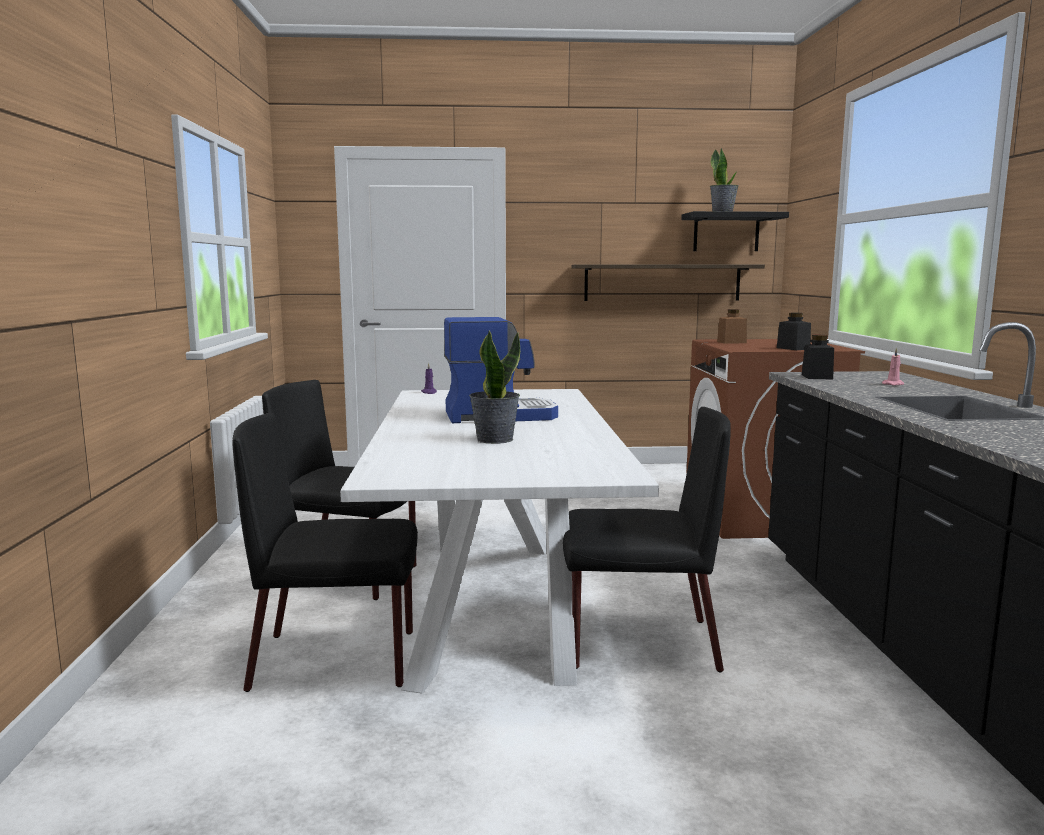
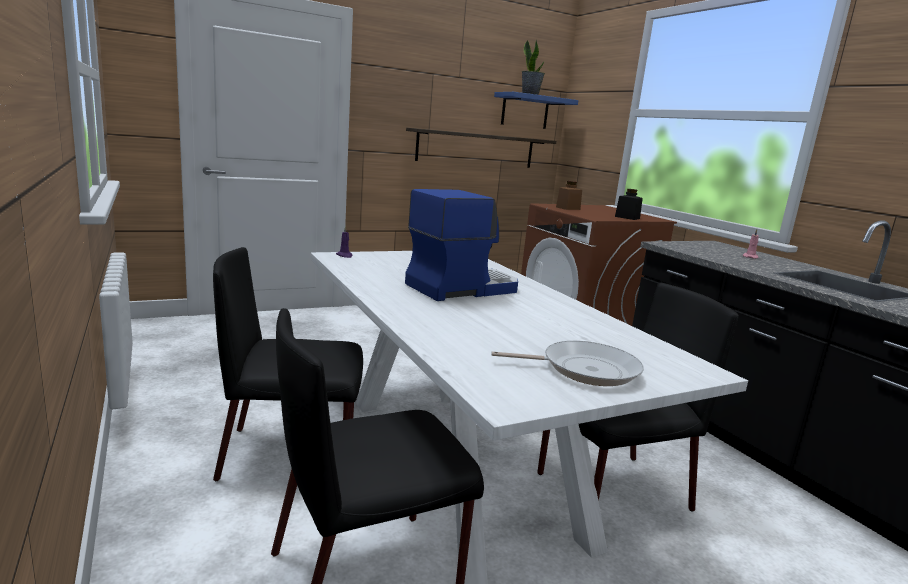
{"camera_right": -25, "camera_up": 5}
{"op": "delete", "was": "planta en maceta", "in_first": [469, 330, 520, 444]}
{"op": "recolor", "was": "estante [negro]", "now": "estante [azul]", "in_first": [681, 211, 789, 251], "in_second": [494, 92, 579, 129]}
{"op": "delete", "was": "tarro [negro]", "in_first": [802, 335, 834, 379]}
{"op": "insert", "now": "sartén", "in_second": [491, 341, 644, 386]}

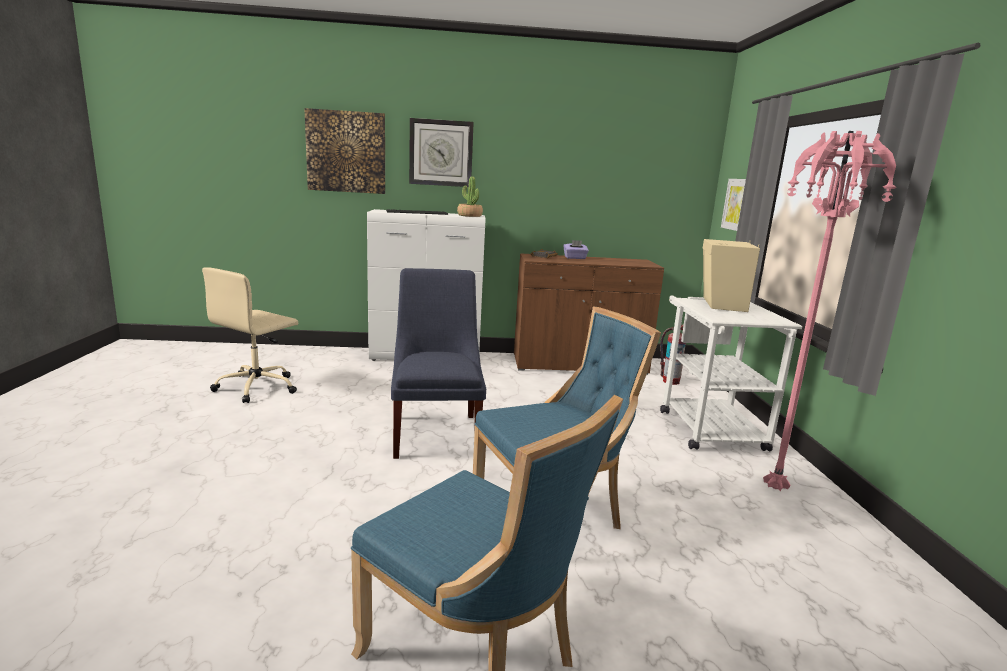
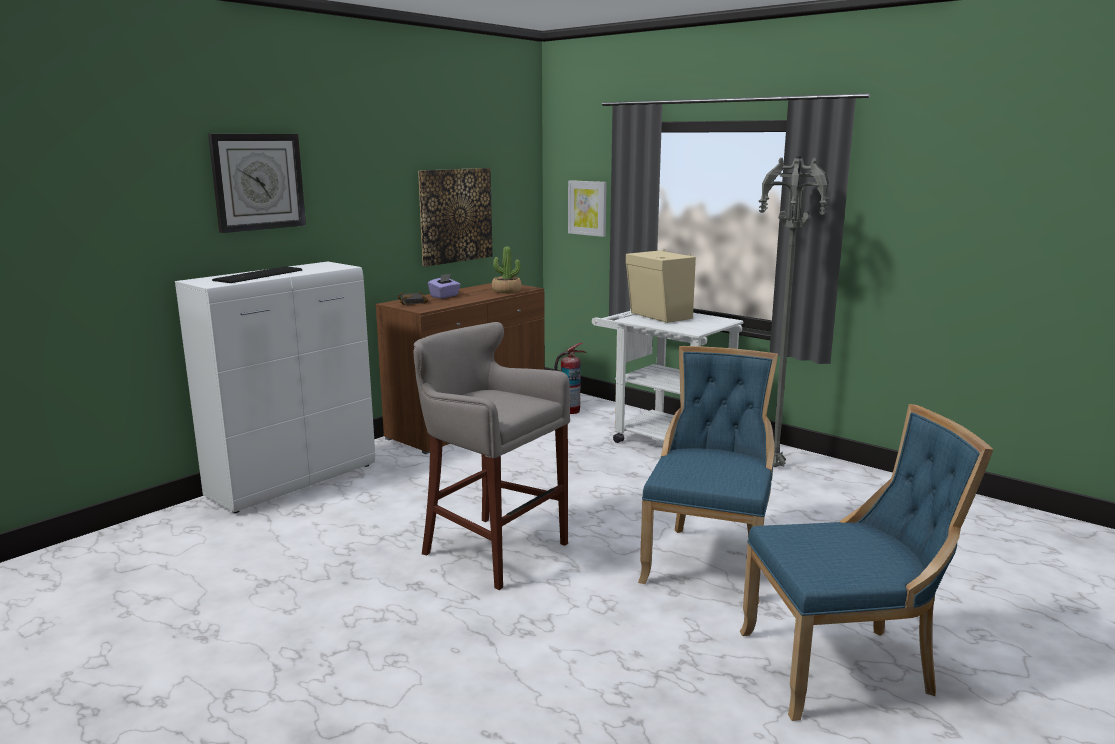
{"camera_right": -45, "camera_up": 0}
{"op": "delete", "was": "silla de oficina [beis]", "in_first": [202, 267, 298, 403]}
{"op": "move", "was": "cuadro", "in_first": [304, 108, 385, 194], "in_second": [418, 168, 493, 266]}
{"op": "replace", "was": "silla [azul]", "now": "taburete [gris]", "in_first": [391, 268, 486, 459], "in_second": [413, 322, 570, 590]}
{"op": "move", "was": "planta en maceta", "in_first": [457, 177, 483, 217], "in_second": [492, 246, 522, 293]}
{"op": "recolor", "was": "lámpara de pie [rosa]", "now": "lámpara de pie [gris]", "in_first": [763, 131, 896, 491], "in_second": [759, 156, 829, 467]}

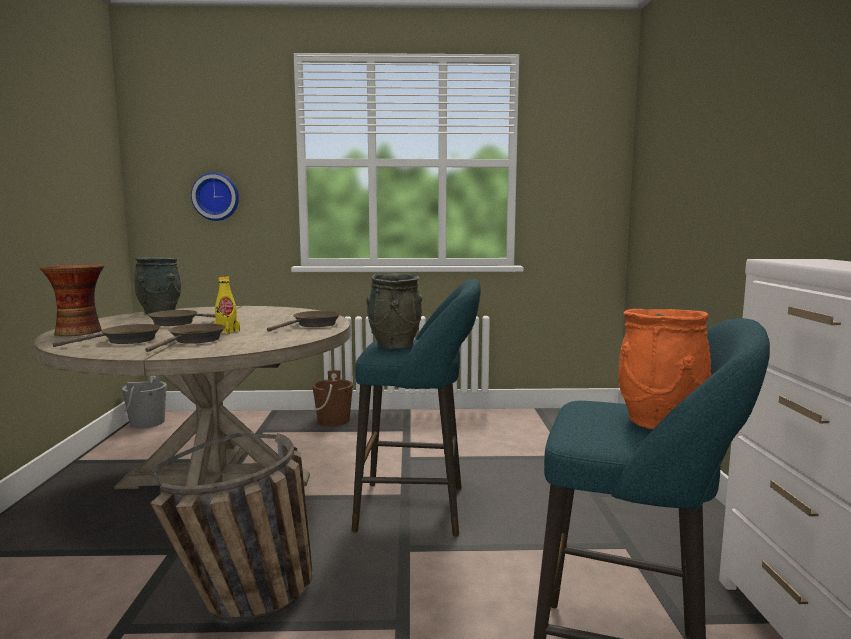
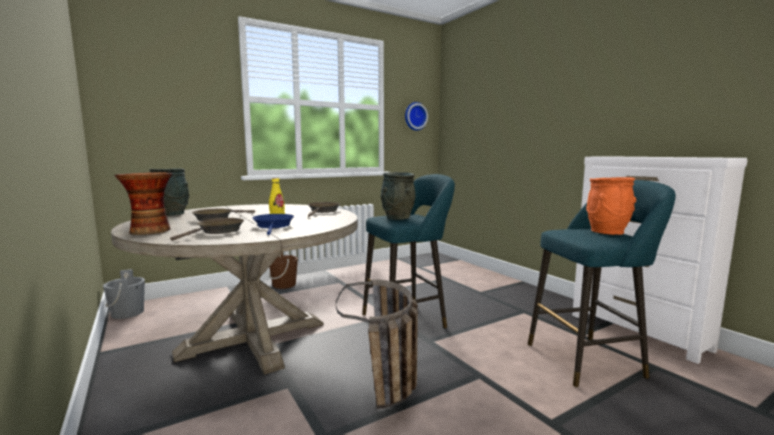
{"camera_right": -30, "camera_up": 0}
{"op": "recolor", "was": "sartén [marrón]", "now": "sartén [azul]", "in_first": [145, 323, 226, 352], "in_second": [252, 214, 294, 235]}
{"op": "move", "was": "reloj de pared", "in_first": [191, 172, 239, 221], "in_second": [405, 102, 428, 131]}

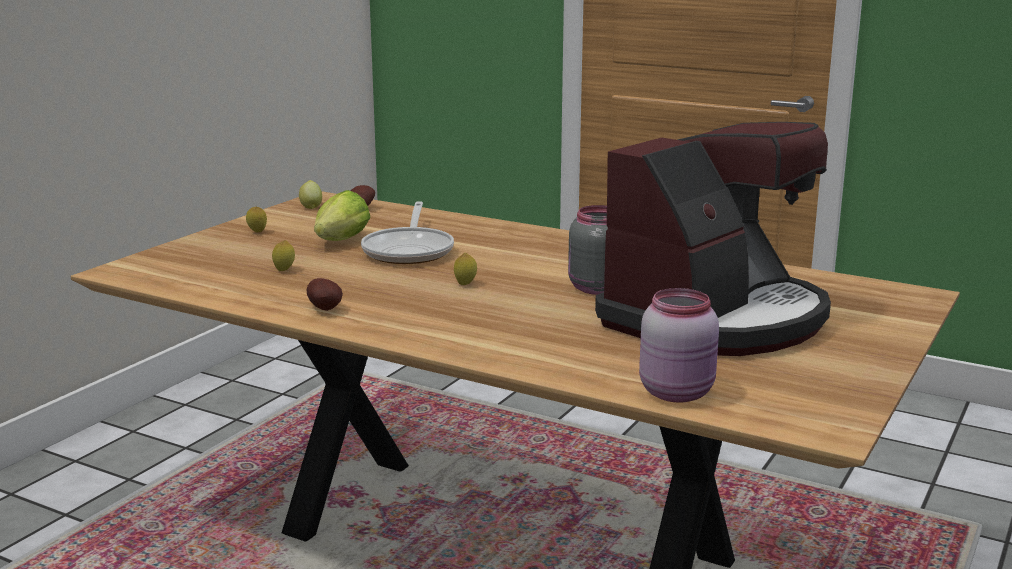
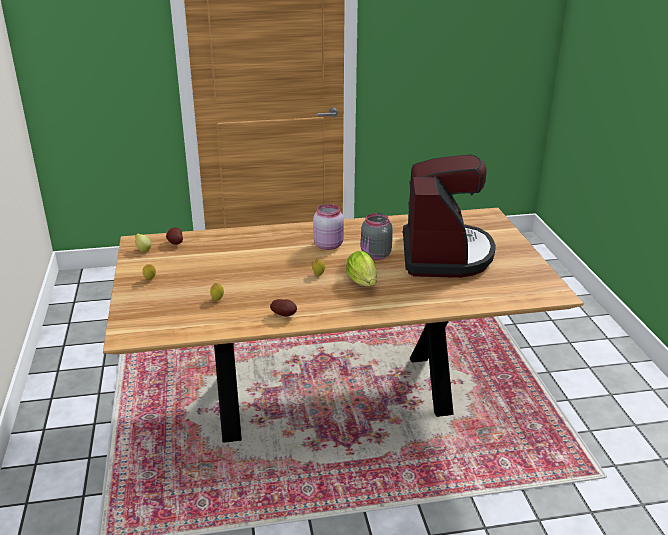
{"camera_right": -40, "camera_up": 10}
{"op": "move", "was": "lechuga", "in_first": [314, 190, 370, 241], "in_second": [346, 251, 377, 286]}
{"op": "delete", "was": "sartén", "in_first": [361, 201, 454, 264]}
{"op": "move", "was": "tarro [rosa]", "in_first": [639, 288, 719, 403], "in_second": [313, 204, 344, 250]}

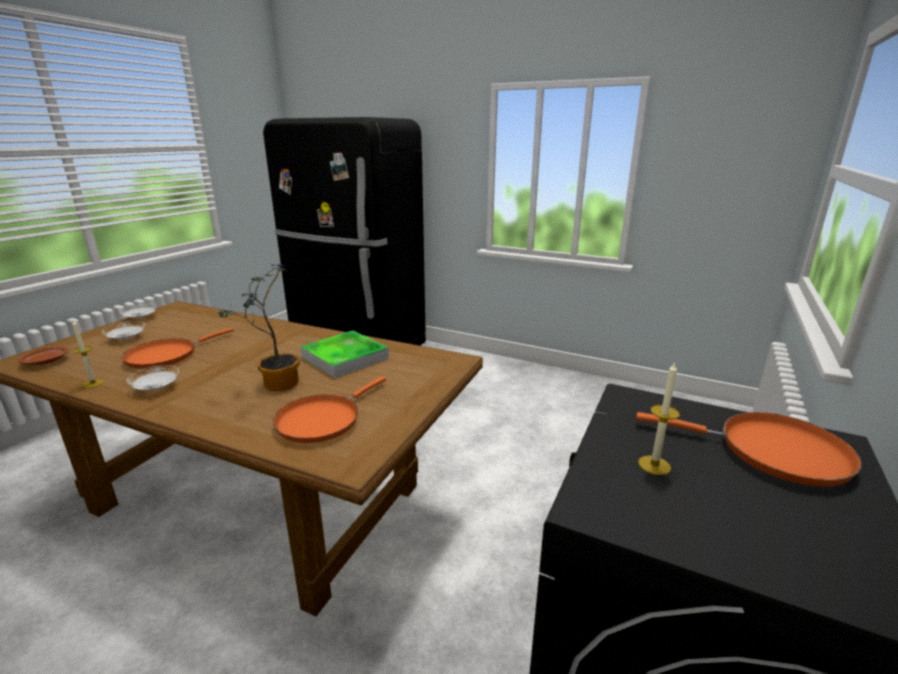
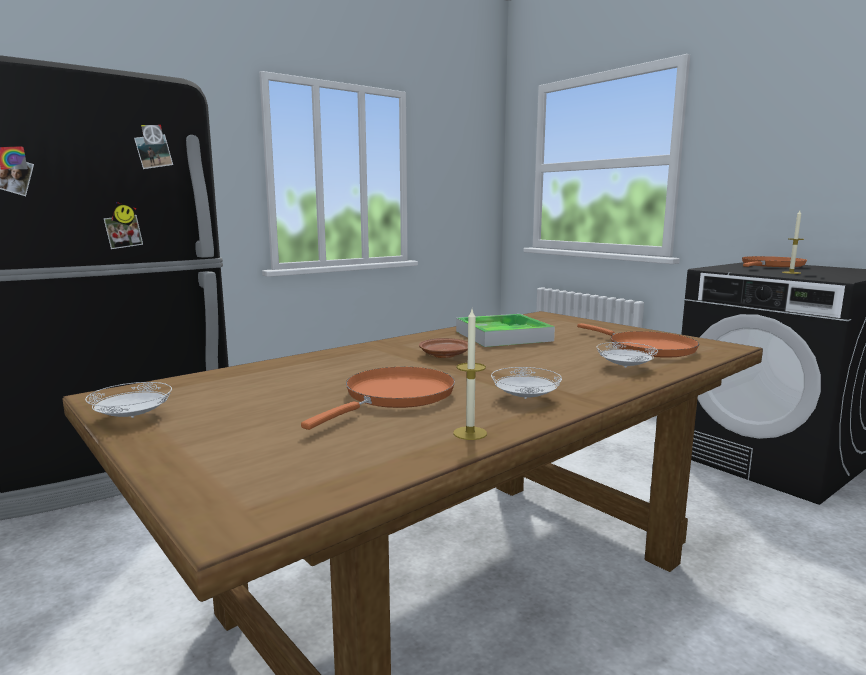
{"camera_right": -65, "camera_up": -10}
{"op": "move", "was": "plato [marrón]", "in_first": [18, 346, 69, 365], "in_second": [419, 338, 468, 358]}
{"op": "move", "was": "plato [blanco]", "in_first": [102, 321, 145, 339], "in_second": [597, 342, 658, 368]}
{"op": "rotate", "was": "sartén [naranja]", "in_first": [122, 328, 234, 369], "in_second": [301, 367, 455, 430], "clockwise": -120}
{"op": "delete", "was": "planta en maceta", "in_first": [218, 264, 300, 391]}

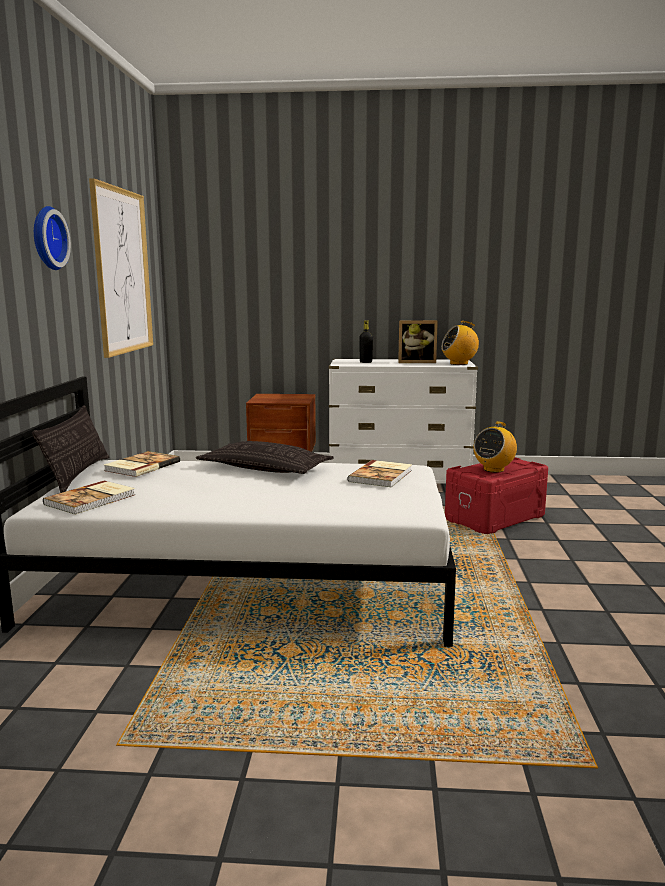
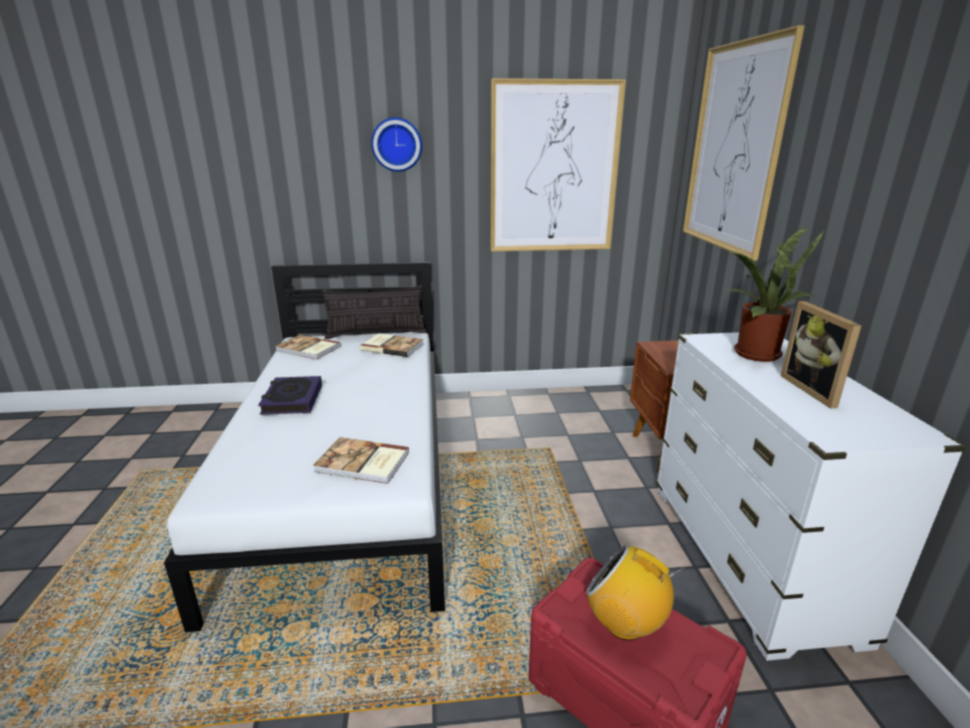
{"camera_right": 80, "camera_up": 10}
{"op": "delete", "was": "cojín", "in_first": [196, 441, 334, 474]}
{"op": "replace", "was": "botella [negro]", "now": "planta en maceta", "in_first": [359, 320, 373, 363], "in_second": [726, 227, 824, 362]}
{"op": "delete", "was": "radio", "in_first": [441, 321, 479, 365]}
{"op": "insert", "now": "libro", "in_second": [258, 376, 322, 415]}
{"op": "insert", "now": "cuadro", "in_second": [683, 25, 805, 261]}

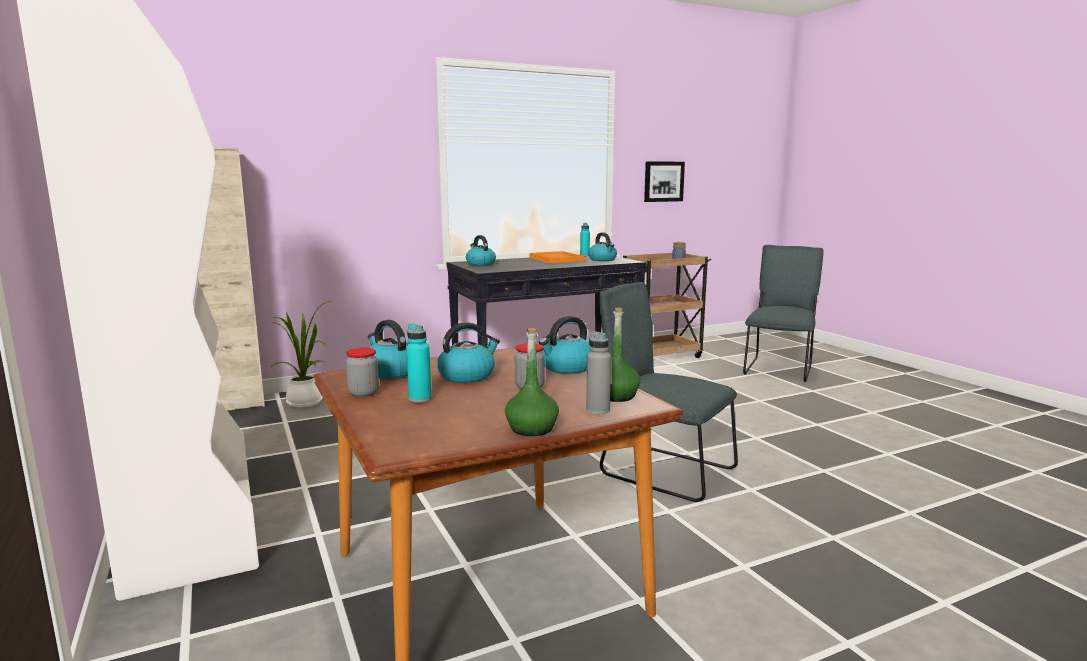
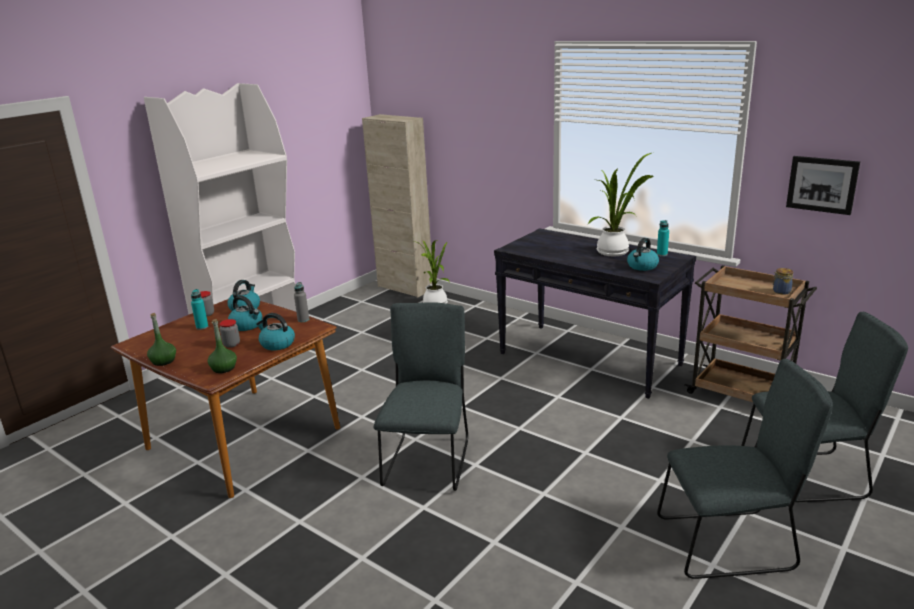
{"camera_right": 65, "camera_up": 10}
{"op": "delete", "was": "hervidor", "in_first": [466, 235, 496, 266]}
{"op": "replace", "was": "bandeja [naranja]", "now": "planta en maceta", "in_first": [530, 251, 585, 263], "in_second": [587, 153, 653, 256]}
{"op": "move", "was": "botella [gris]", "in_first": [586, 331, 611, 414], "in_second": [294, 282, 309, 322]}
{"op": "insert", "now": "silla [gris]", "in_second": [657, 359, 833, 579]}

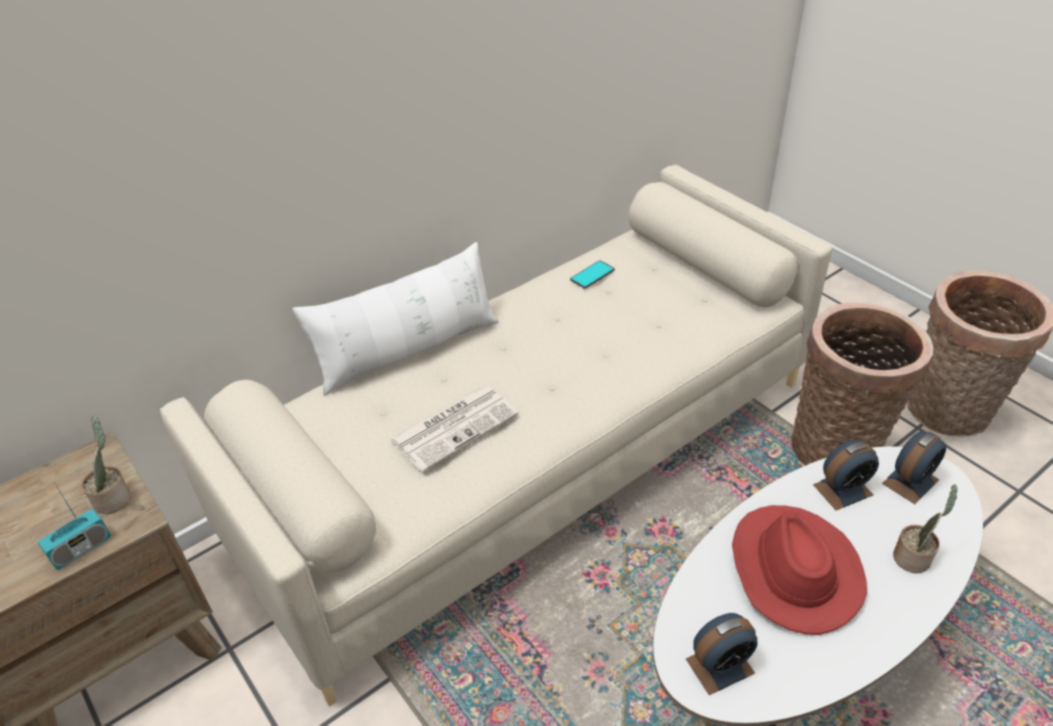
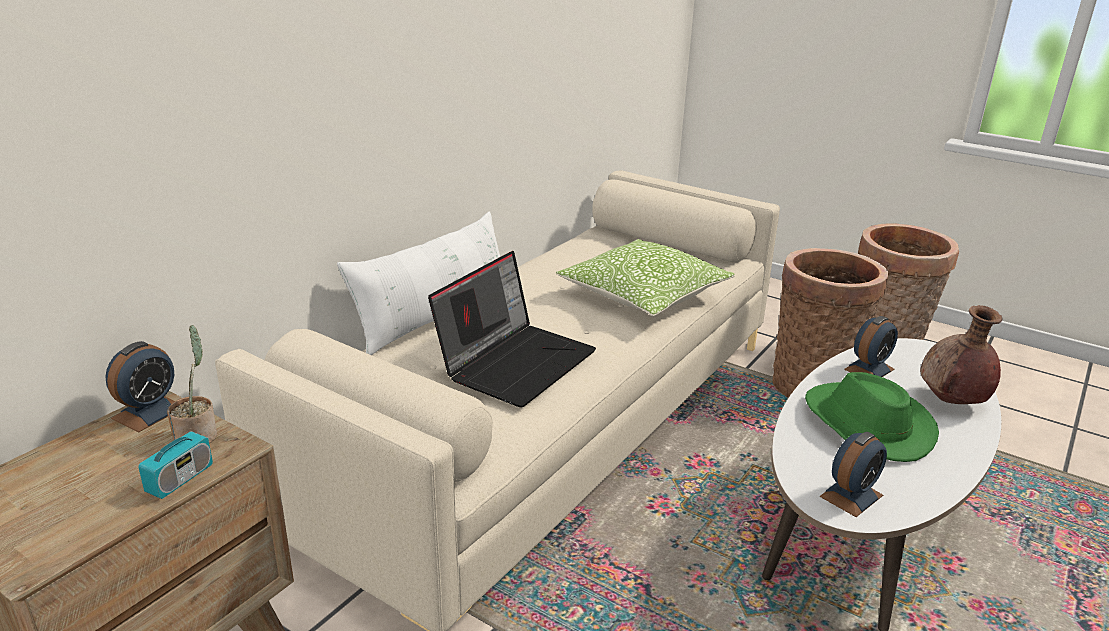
{"camera_right": -20, "camera_up": -15}
{"op": "replace", "was": "periódico", "now": "portátil", "in_first": [390, 385, 519, 472], "in_second": [428, 251, 596, 407]}
{"op": "delete", "was": "móvil", "in_first": [570, 260, 615, 289]}
{"op": "recolor", "was": "sombrero [rojo]", "now": "sombrero [verde]", "in_first": [732, 505, 867, 635], "in_second": [805, 372, 939, 462]}
{"op": "move", "was": "despertador", "in_first": [882, 431, 946, 504], "in_second": [105, 341, 175, 432]}
{"op": "replace", "was": "planta en maceta", "now": "florero [marrón]", "in_first": [893, 484, 958, 573], "in_second": [920, 305, 1002, 404]}
{"op": "insert", "now": "cojín", "in_second": [556, 239, 735, 317]}

